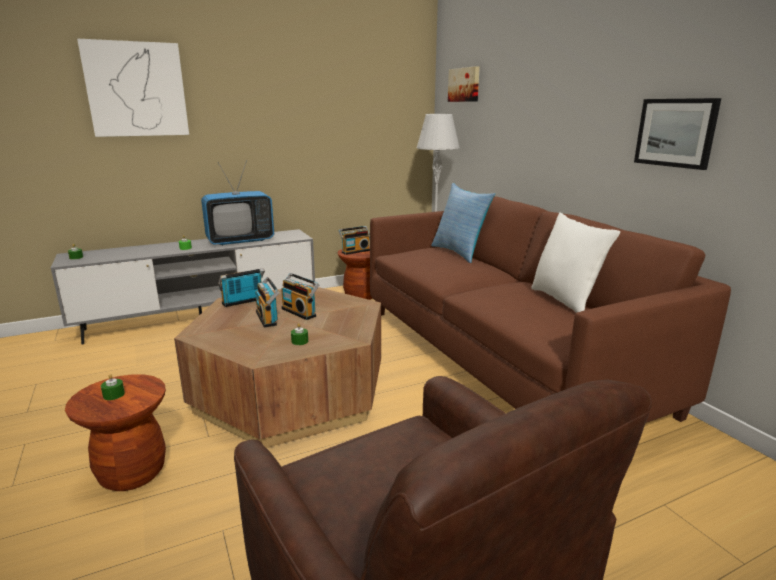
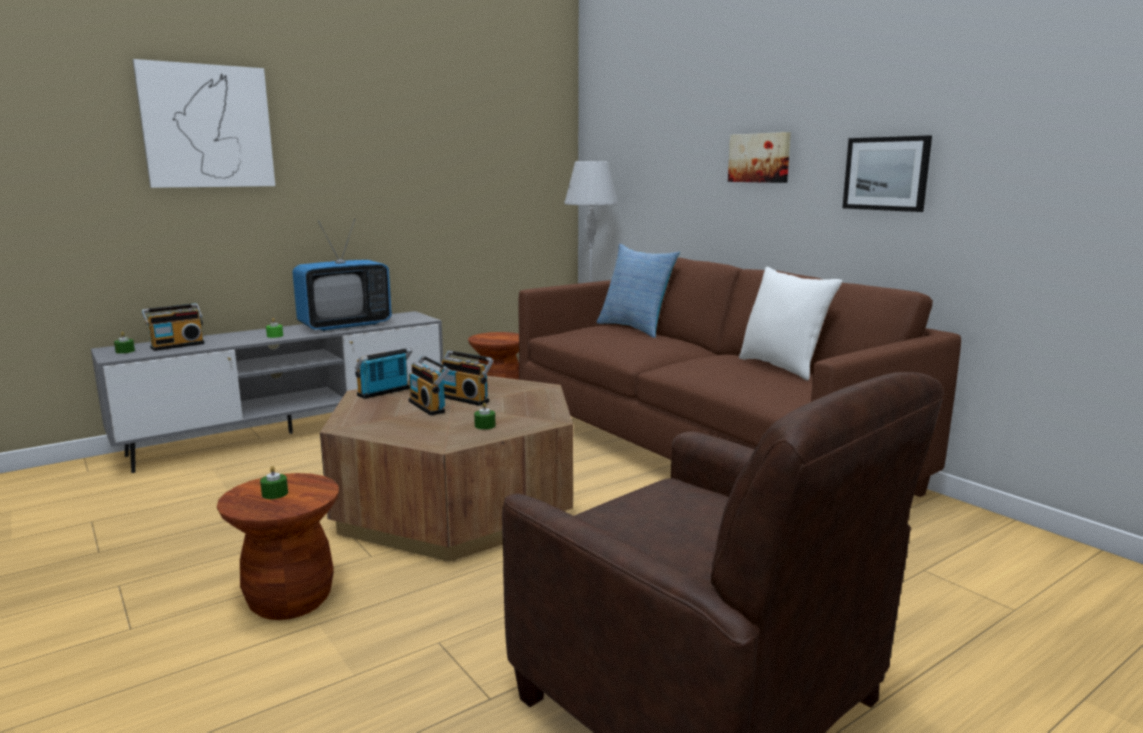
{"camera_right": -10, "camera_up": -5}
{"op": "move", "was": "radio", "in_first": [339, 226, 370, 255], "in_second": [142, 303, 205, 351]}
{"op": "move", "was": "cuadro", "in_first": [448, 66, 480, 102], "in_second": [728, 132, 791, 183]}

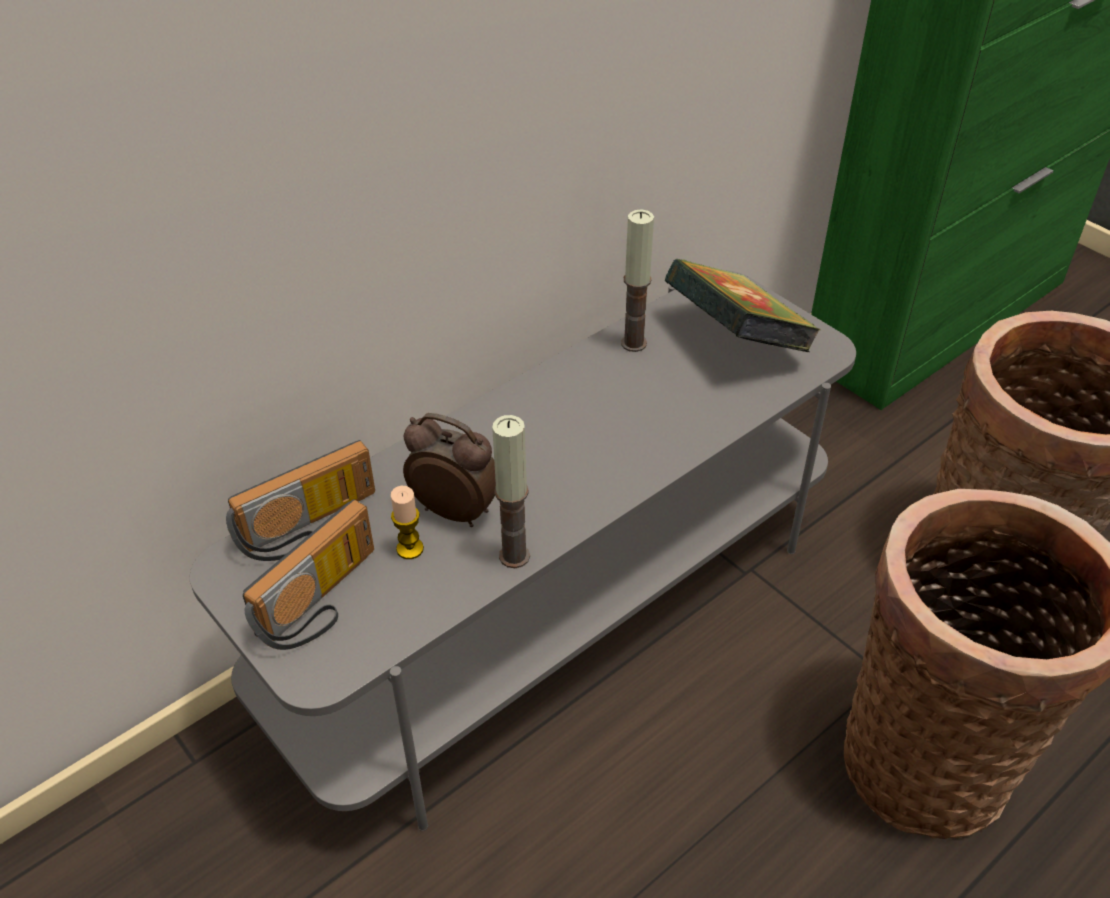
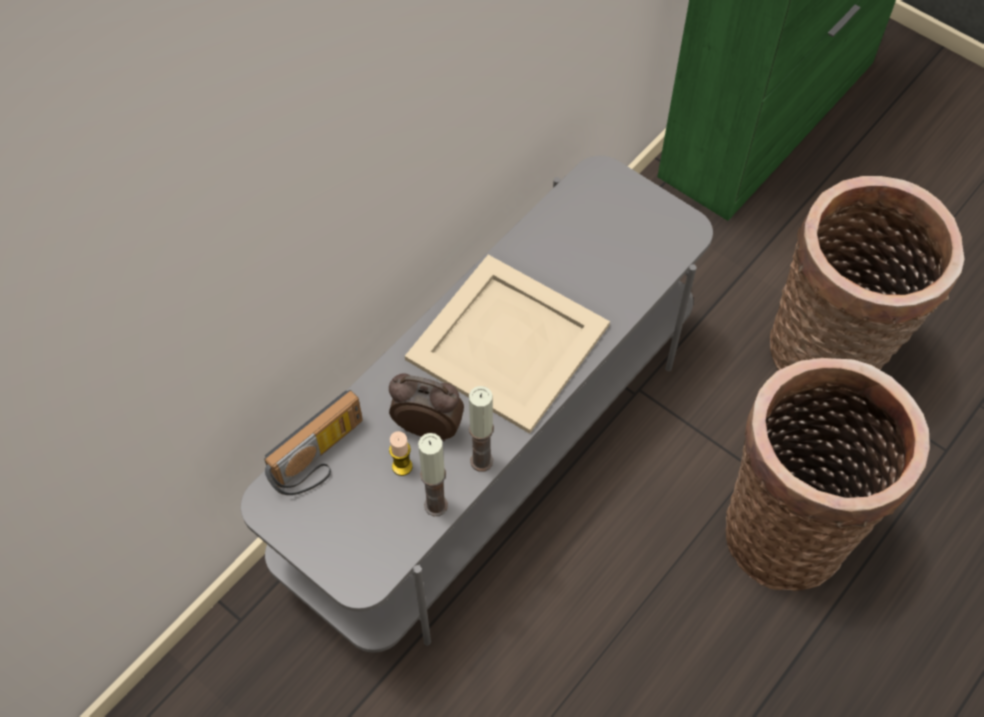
{"camera_right": -10, "camera_up": 15}
{"op": "delete", "was": "radio", "in_first": [243, 499, 374, 650]}
{"op": "move", "was": "vela", "in_first": [621, 210, 654, 352], "in_second": [418, 433, 448, 516]}
{"op": "delete", "was": "libro", "in_first": [664, 259, 821, 352]}
{"op": "insert", "now": "bandeja [beis]", "in_second": [405, 255, 610, 434]}

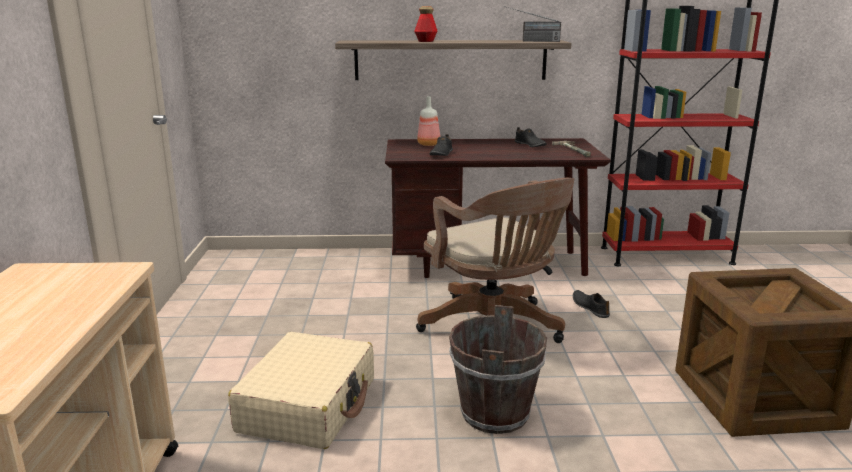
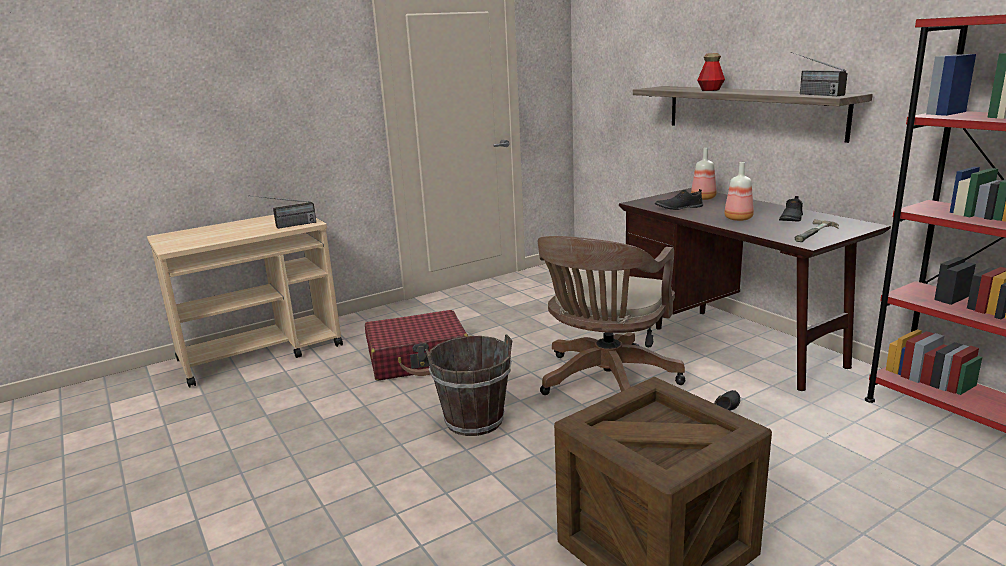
{"camera_right": 60, "camera_up": 0}
{"op": "recolor", "was": "maleta [beis]", "now": "maleta [rojo]", "in_first": [228, 332, 374, 449], "in_second": [365, 310, 469, 381]}
{"op": "insert", "now": "radio", "in_second": [248, 195, 316, 229]}
{"op": "insert", "now": "botella", "in_second": [724, 162, 754, 221]}

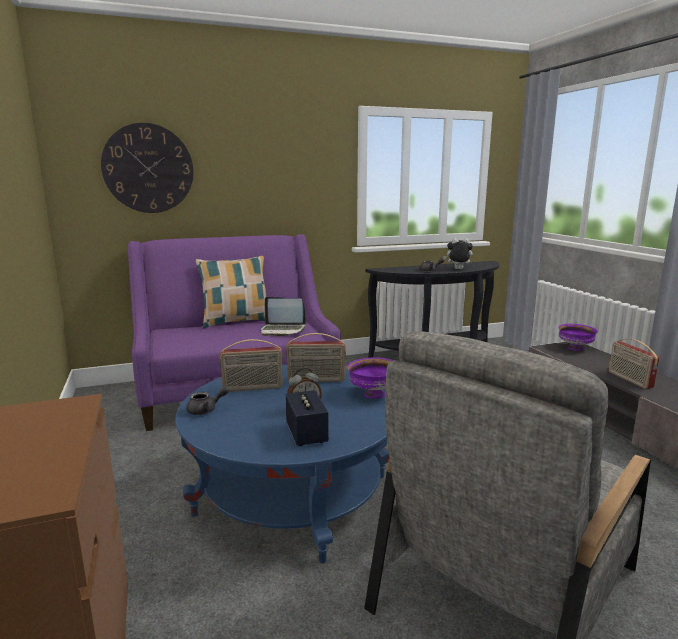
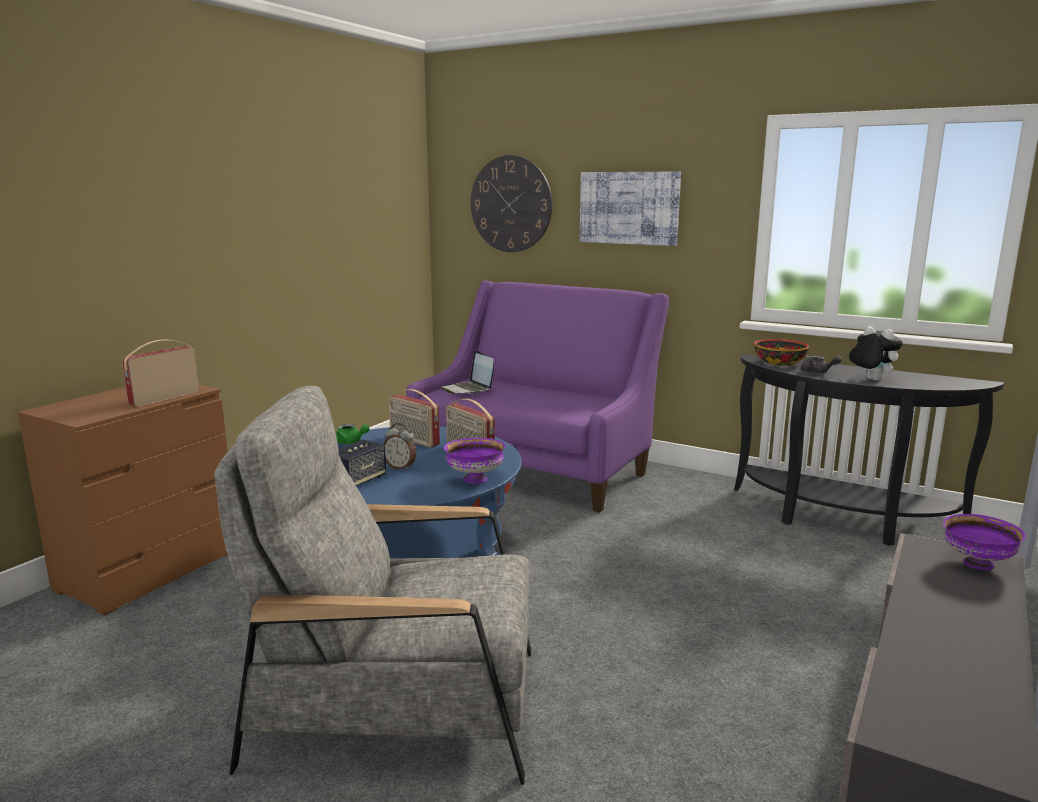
{"camera_right": 50, "camera_up": 0}
{"op": "recolor", "was": "tetera [gris]", "now": "tetera [verde]", "in_first": [186, 386, 229, 415], "in_second": [336, 424, 370, 444]}
{"op": "delete", "was": "cojín", "in_first": [196, 256, 266, 328]}
{"op": "move", "was": "portátil", "in_first": [261, 297, 306, 336], "in_second": [441, 350, 494, 394]}
{"op": "move", "was": "radio", "in_first": [609, 339, 659, 389], "in_second": [122, 340, 199, 407]}
{"op": "insert", "now": "cuadro", "in_second": [580, 171, 681, 246]}
{"op": "insert", "now": "cuenco", "in_second": [754, 339, 809, 366]}

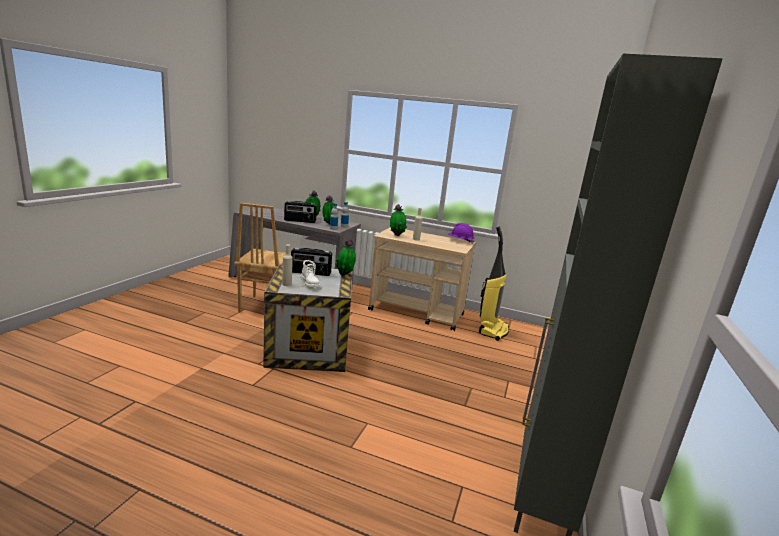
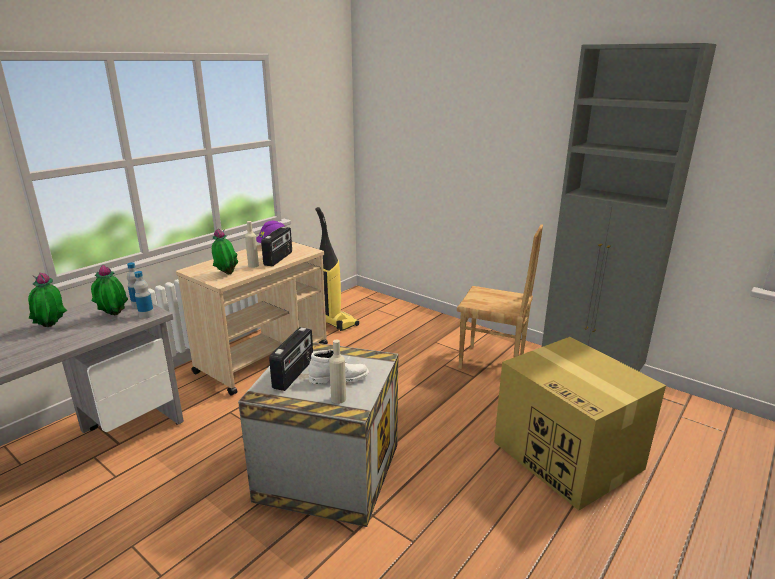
{"camera_right": -70, "camera_up": 5}
{"op": "move", "was": "silla [marrón]", "in_first": [235, 203, 291, 312], "in_second": [457, 224, 543, 369]}
{"op": "move", "was": "radio", "in_first": [284, 201, 317, 223], "in_second": [261, 226, 292, 266]}
{"op": "delete", "was": "planta en maceta", "in_first": [336, 239, 356, 276]}
{"op": "insert", "now": "caja de cartón", "in_second": [494, 337, 666, 510]}

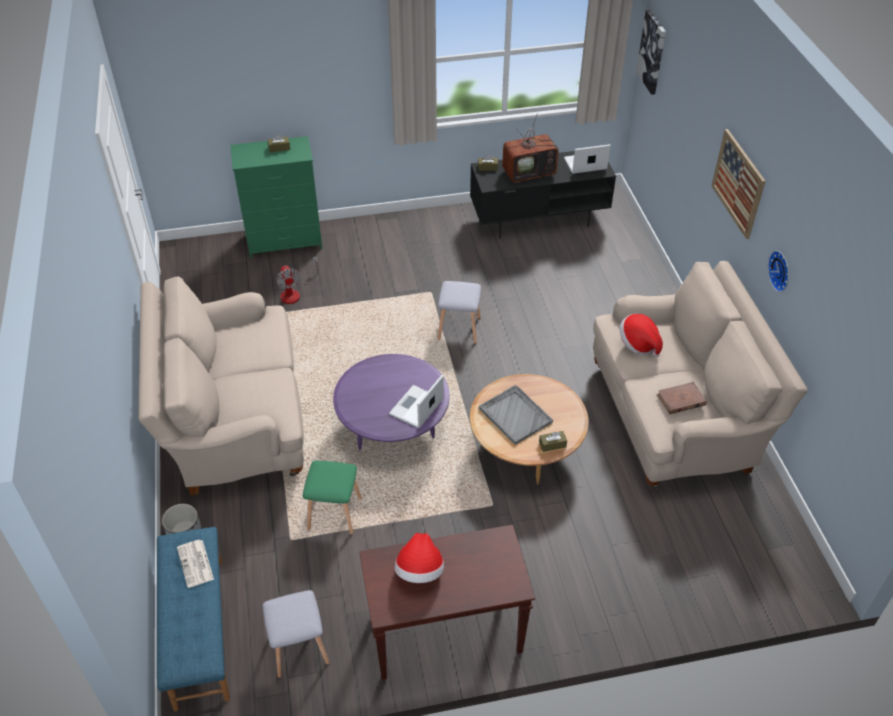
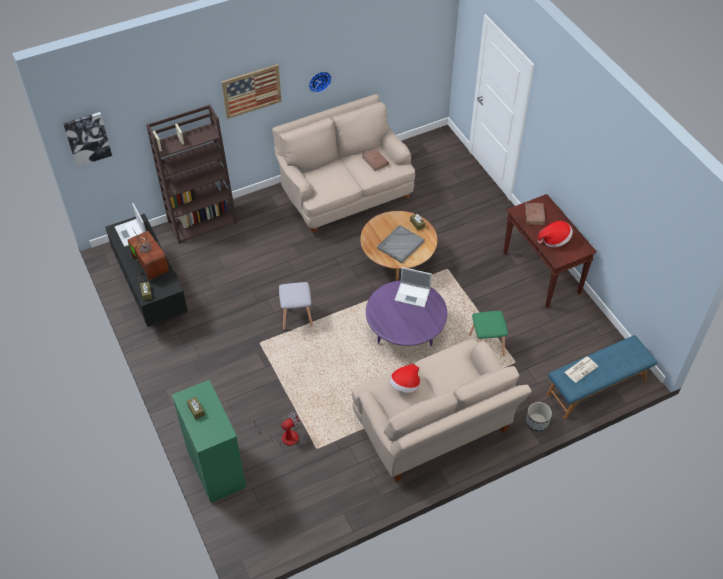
{"camera_right": -105, "camera_up": 5}
{"op": "delete", "was": "taburete [gris]", "in_first": [262, 590, 330, 678]}
{"op": "move", "was": "sombrero", "in_first": [620, 314, 663, 357], "in_second": [389, 364, 420, 393]}
{"op": "insert", "now": "estantería [marrón]", "in_second": [146, 105, 237, 244]}
{"op": "insert", "now": "libro [marrón]", "in_second": [525, 203, 545, 225]}

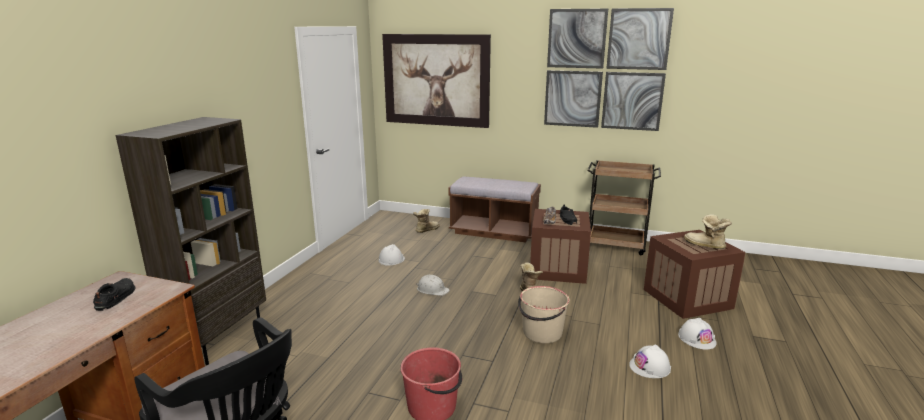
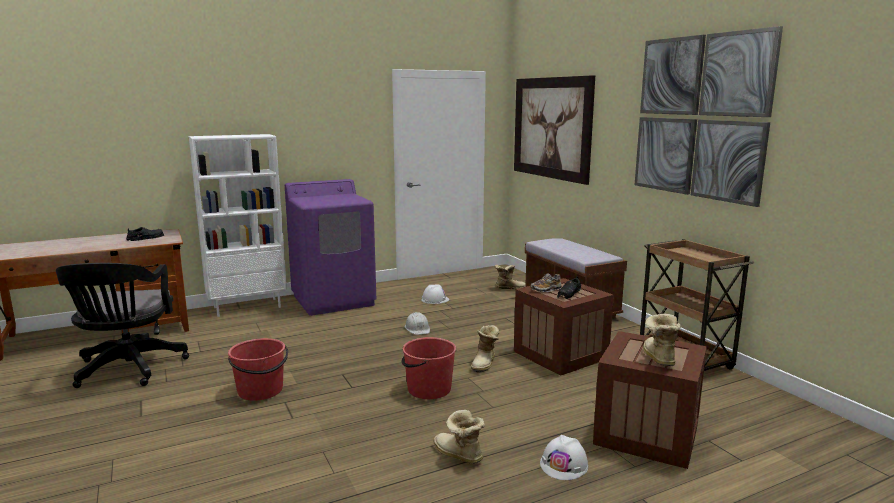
{"camera_right": 45, "camera_up": -5}
{"op": "recolor", "was": "estantería [marrón]", "now": "estantería [blanco]", "in_first": [115, 117, 266, 365], "in_second": [189, 134, 287, 317]}
{"op": "recolor", "was": "cubo [beis]", "now": "cubo [rojo]", "in_first": [518, 286, 570, 343], "in_second": [401, 337, 456, 399]}
{"op": "replace", "was": "casco [blanco]", "now": "bota", "in_first": [629, 345, 671, 378], "in_second": [433, 410, 485, 464]}
{"op": "insert", "now": "lavadora [morado]", "in_second": [285, 179, 376, 316]}

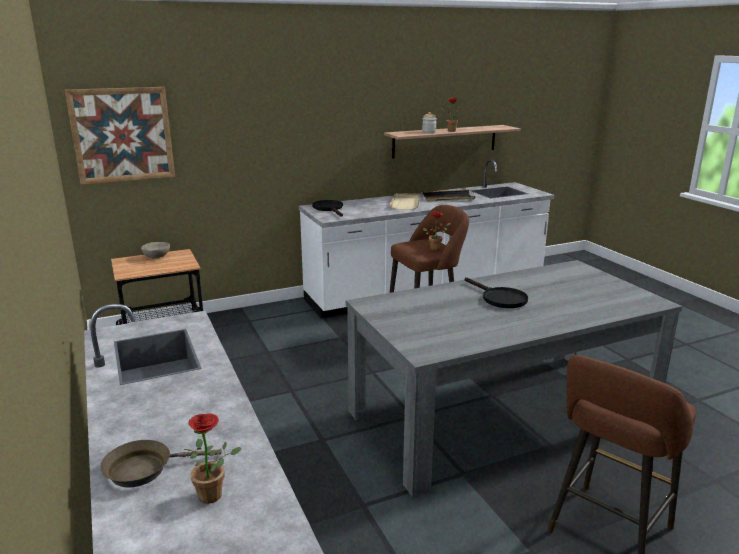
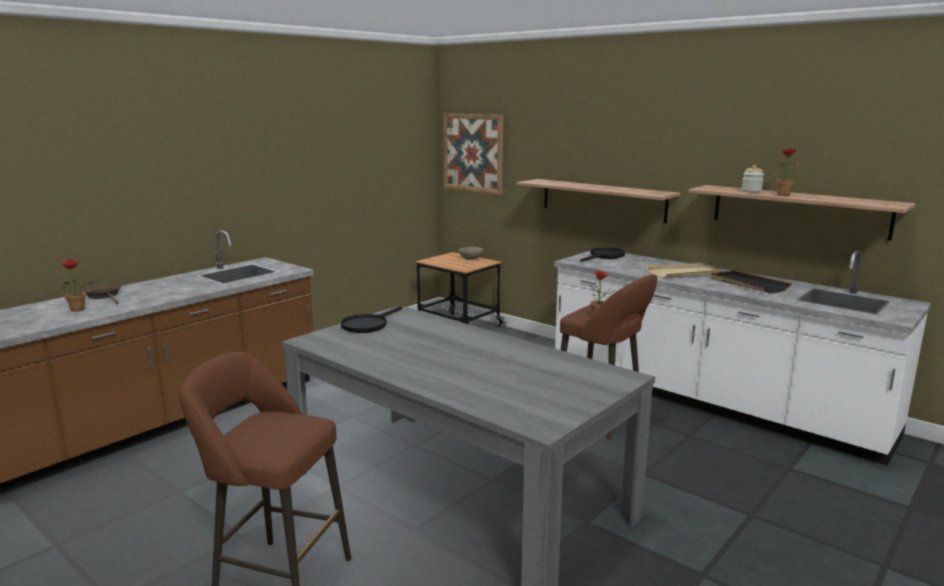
{"camera_right": 65, "camera_up": -5}
{"op": "move", "was": "sartén [negro]", "in_first": [465, 277, 528, 308], "in_second": [341, 306, 403, 333]}
{"op": "insert", "now": "estante", "in_second": [517, 179, 680, 223]}

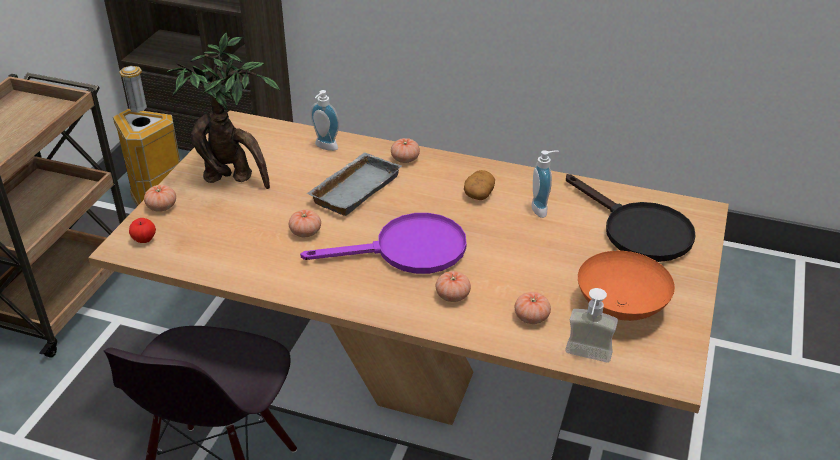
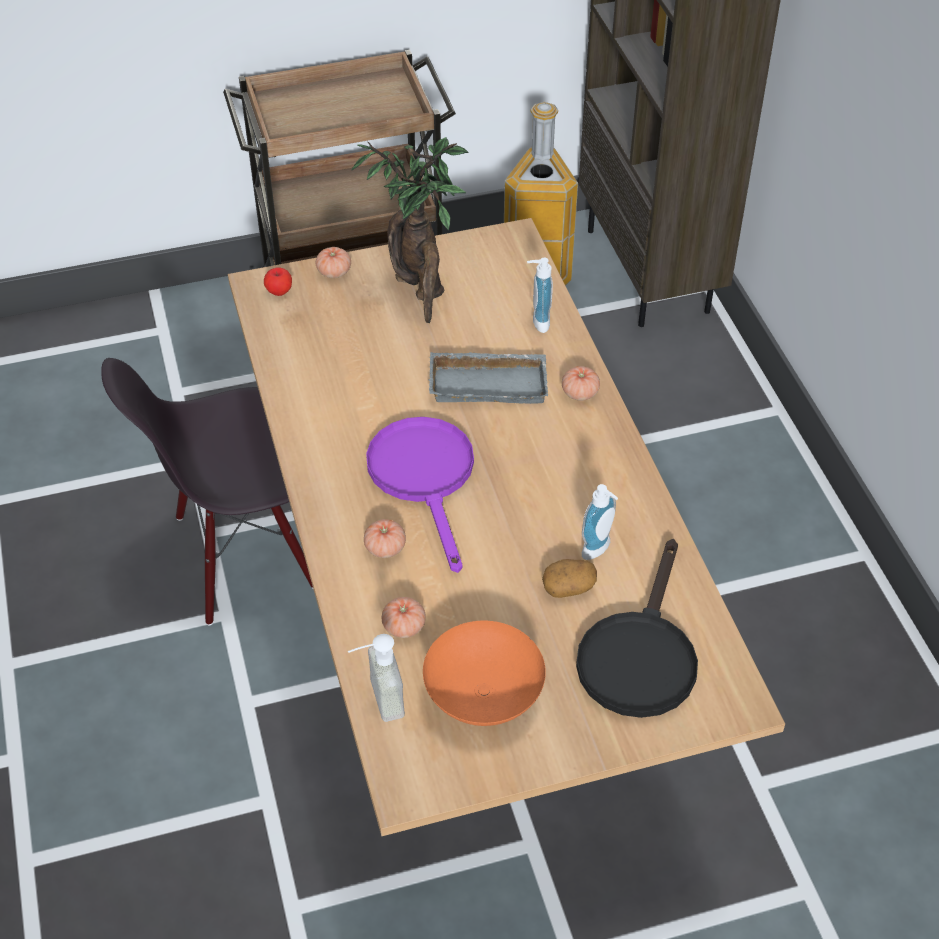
{"camera_right": 55, "camera_up": 10}
{"op": "delete", "was": "tomate", "in_first": [289, 209, 321, 237]}
{"op": "rotate", "was": "sartén [morado]", "in_first": [300, 213, 467, 274], "in_second": [366, 417, 474, 573], "clockwise": -150}
{"op": "move", "was": "patata", "in_first": [464, 170, 495, 200], "in_second": [542, 559, 597, 598]}

